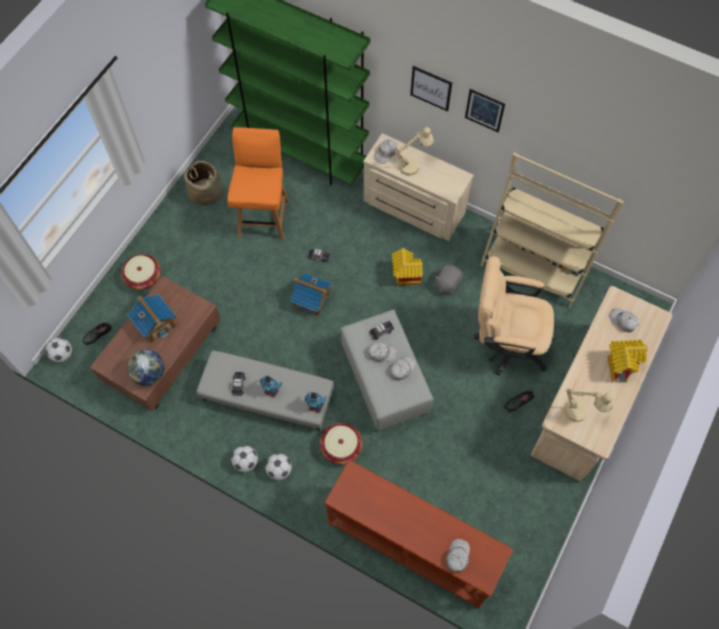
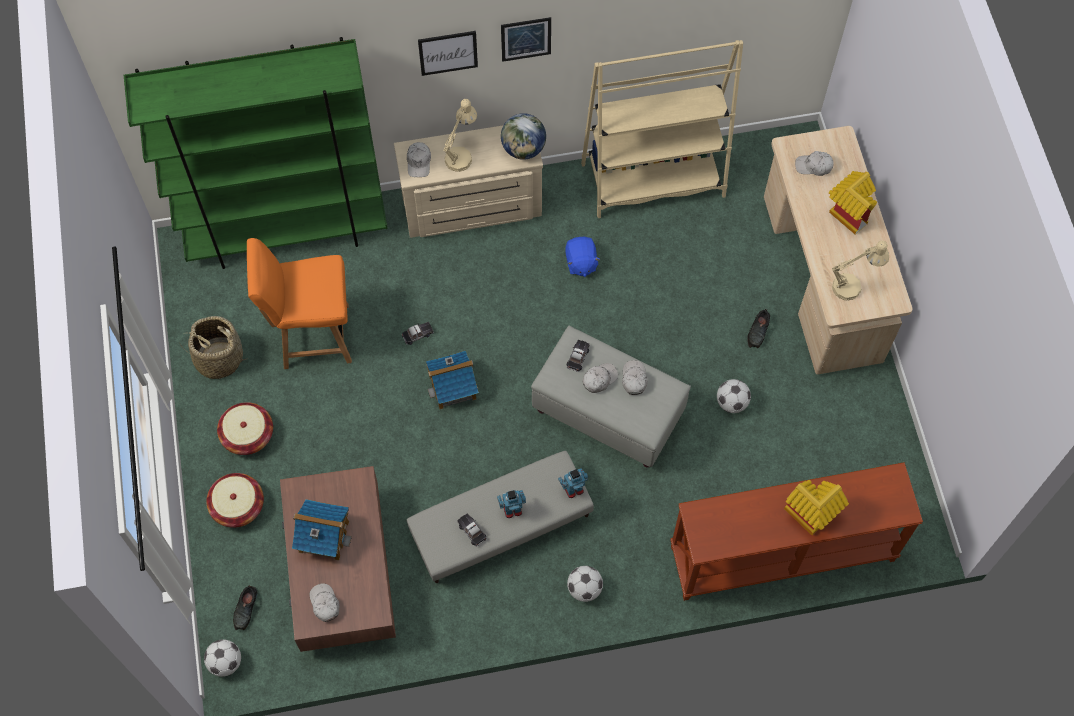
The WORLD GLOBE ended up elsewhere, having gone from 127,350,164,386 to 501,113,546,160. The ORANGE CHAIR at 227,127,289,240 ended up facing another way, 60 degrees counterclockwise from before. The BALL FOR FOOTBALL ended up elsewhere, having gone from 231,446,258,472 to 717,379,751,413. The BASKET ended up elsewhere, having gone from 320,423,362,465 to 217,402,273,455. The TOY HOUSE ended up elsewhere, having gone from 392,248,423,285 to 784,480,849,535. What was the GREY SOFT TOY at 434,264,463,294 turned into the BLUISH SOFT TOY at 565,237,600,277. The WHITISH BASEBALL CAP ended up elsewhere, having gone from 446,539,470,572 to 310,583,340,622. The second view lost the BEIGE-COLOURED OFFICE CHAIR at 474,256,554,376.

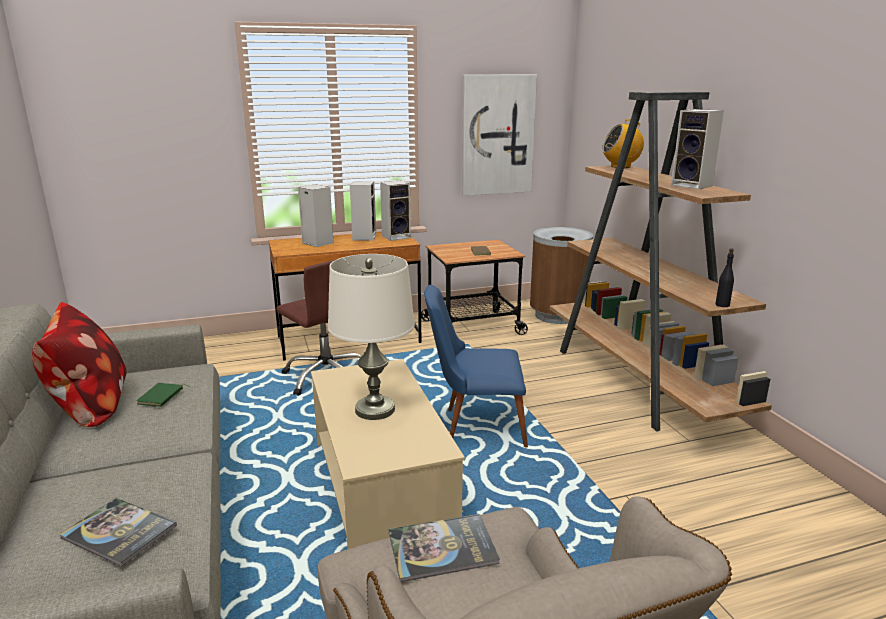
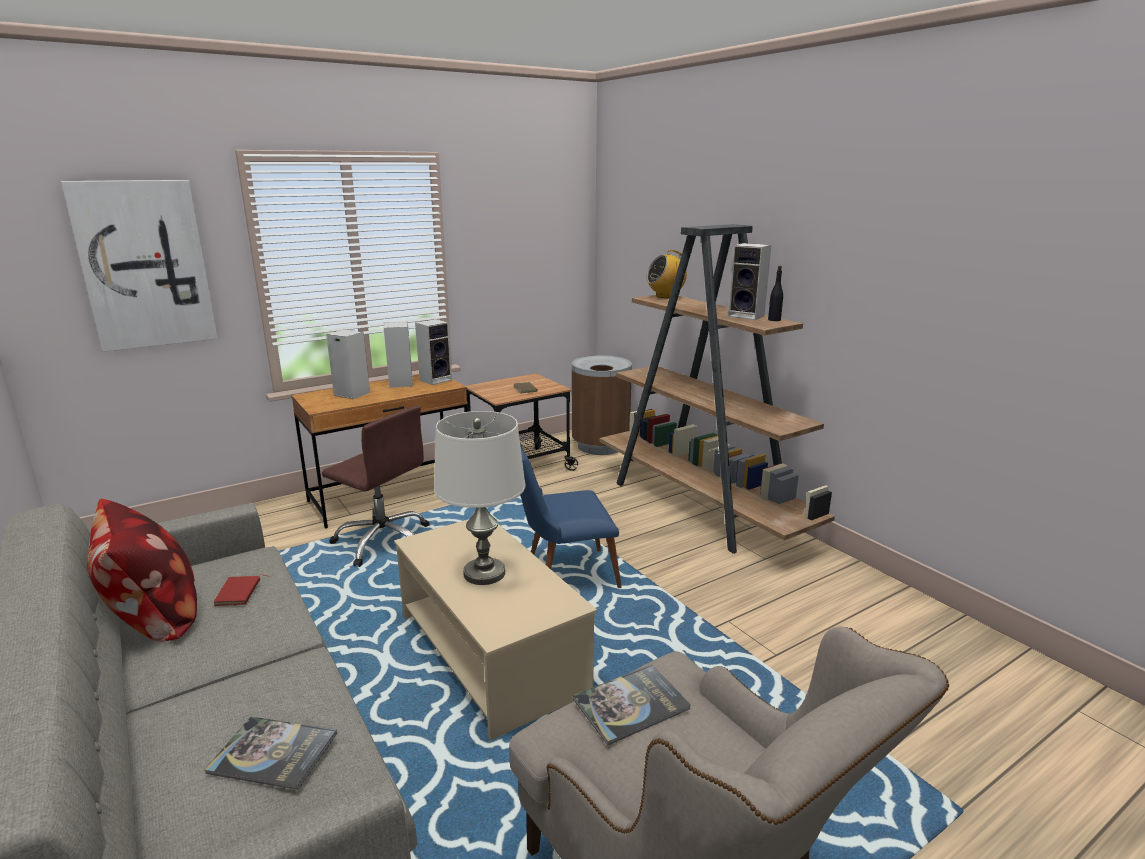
What was the GREENISH VOLUME at 137,383,190,407 turned into the RED VOLUME at 214,574,270,606. The WALL ART ended up elsewhere, having gone from 462,74,537,196 to 61,180,218,352. The BLACKISH BEVERAGE BOTTLE ended up elsewhere, having gone from 715,249,734,307 to 768,266,783,321.

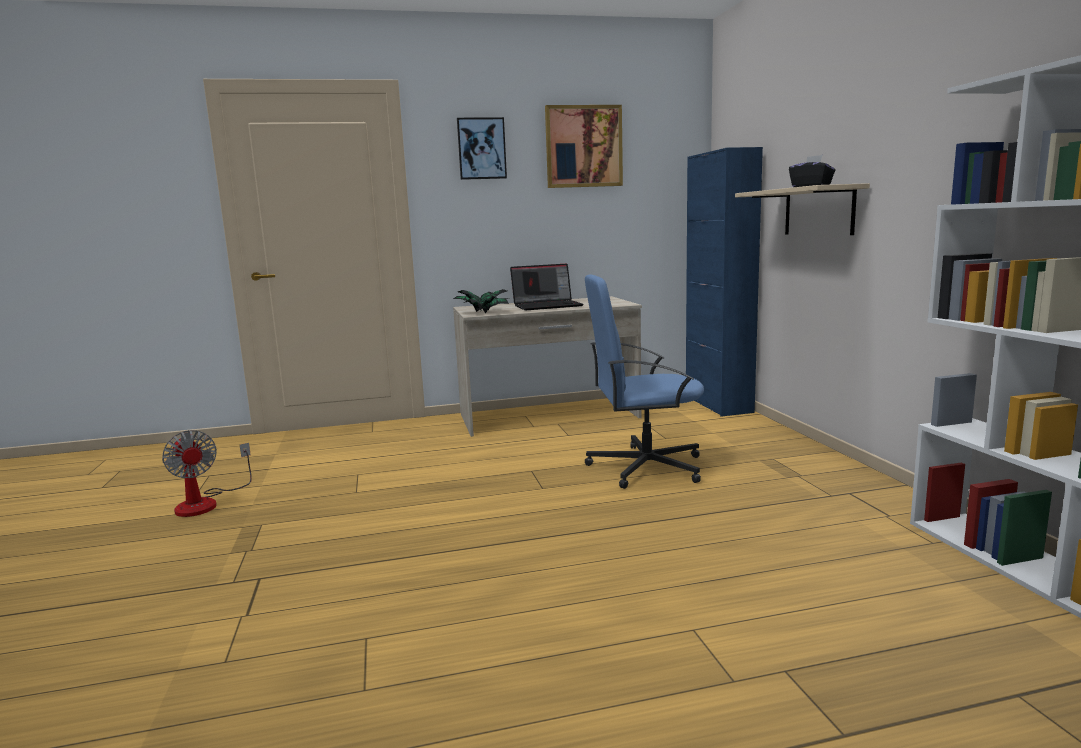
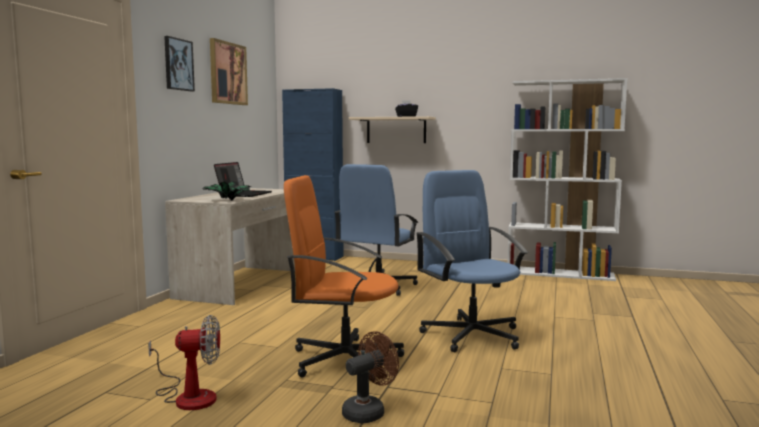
The second view gained the ORANGE OFFICE CHAIR at 284,175,404,381. The second view gained the BROWN FAN at 342,331,399,423. The second view gained the BLUISH OFFICE CHAIR at 416,170,528,352.

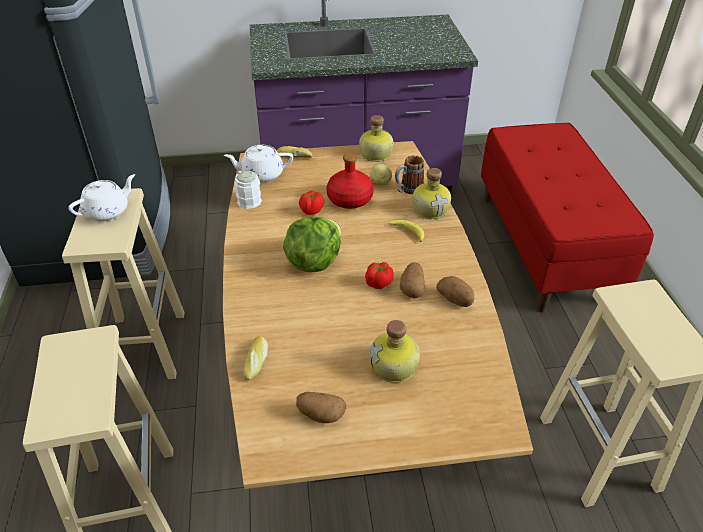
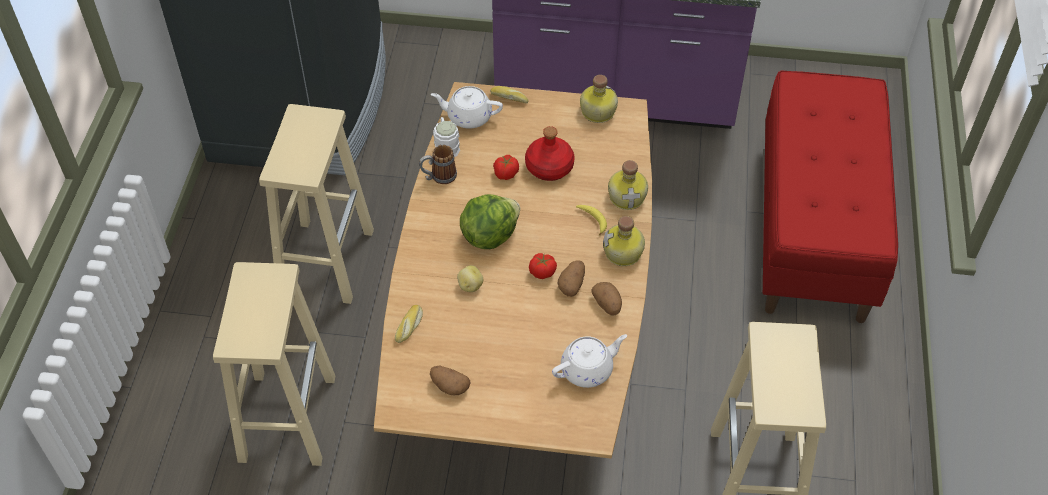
The WHITISH TEAPOT ended up elsewhere, having gone from 68,174,135,221 to 552,334,627,388. The SPUD ended up elsewhere, having gone from 370,164,392,185 to 457,265,483,292. The BEVERAGE BOTTLE ended up elsewhere, having gone from 370,320,420,383 to 603,216,645,266. The TEA MUG ended up elsewhere, having gone from 395,155,424,194 to 419,145,457,184.

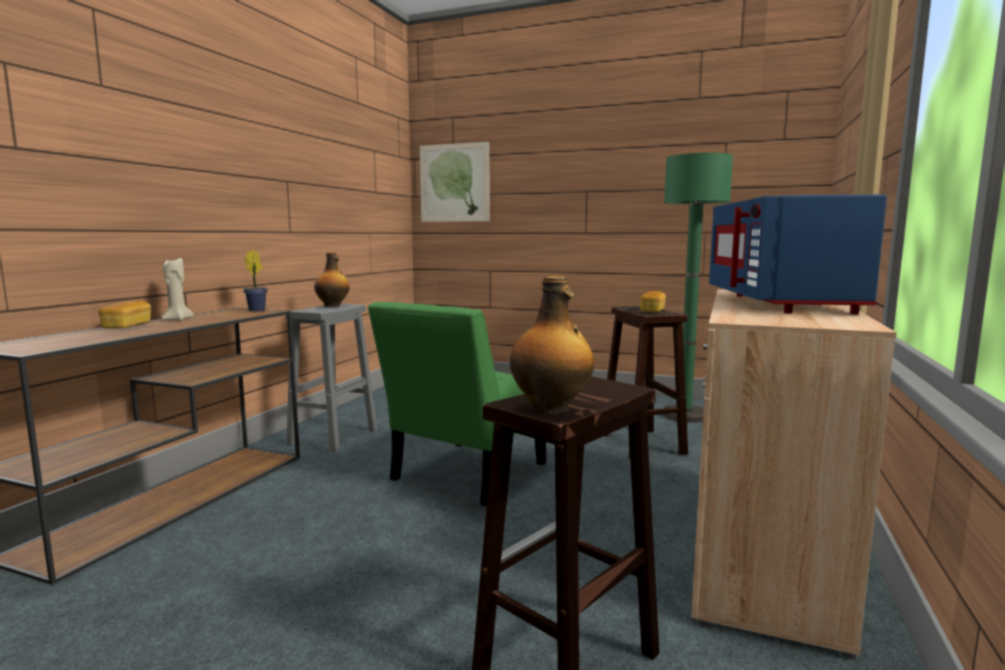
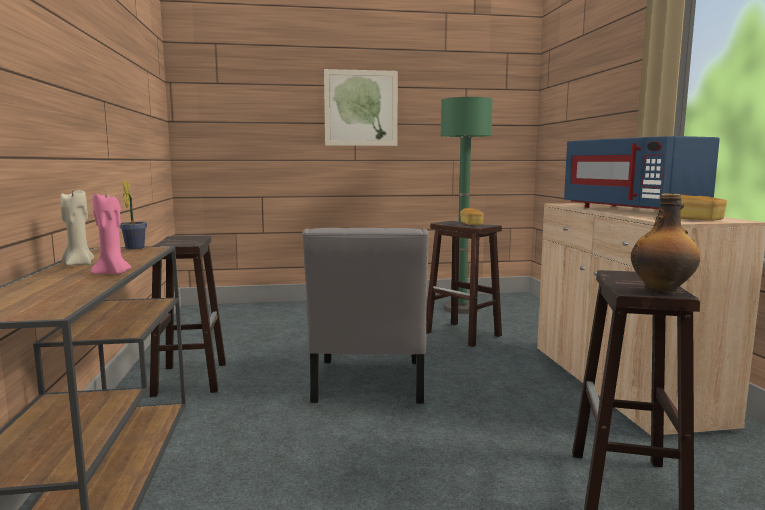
The BAKERY BREAD ended up elsewhere, having gone from 98,300,151,328 to 680,195,727,221. What was the GREY STOOL at 285,304,377,453 turned into the BROWN STOOL at 150,235,226,397. The second view lost the BEVERAGE BOTTLE at 314,252,350,307. What was the GREENISH CHAIR at 368,302,546,506 turned into the GREY CHAIR at 302,228,429,404. The WALL ART ended up elsewhere, having gone from 420,142,490,222 to 324,69,398,146. The second view gained the PINK-COLOURED CANDLE at 90,193,131,274.

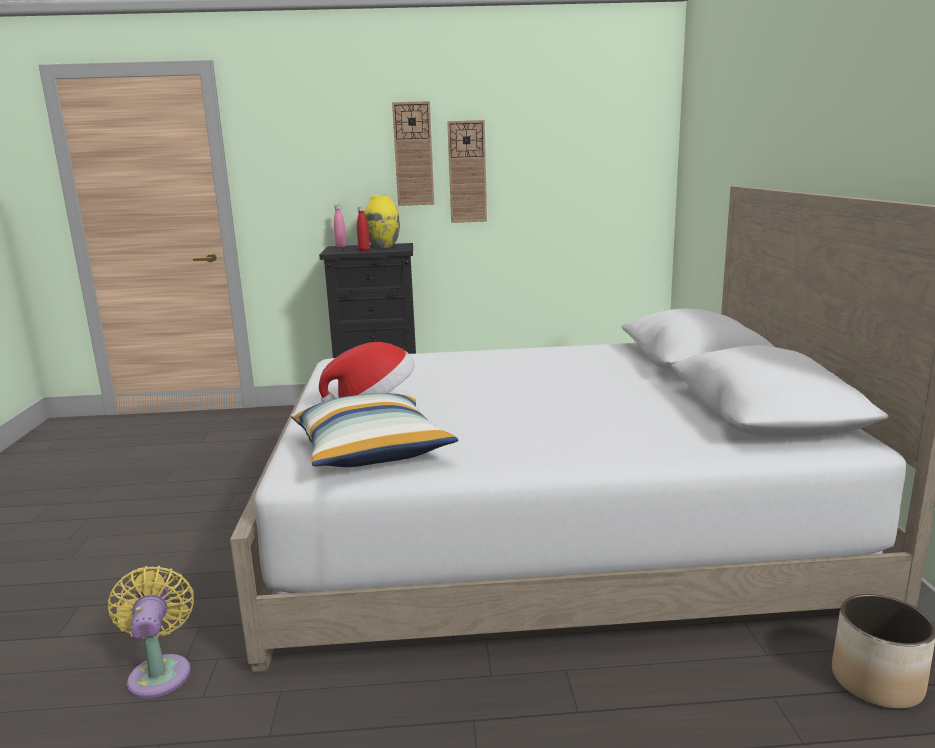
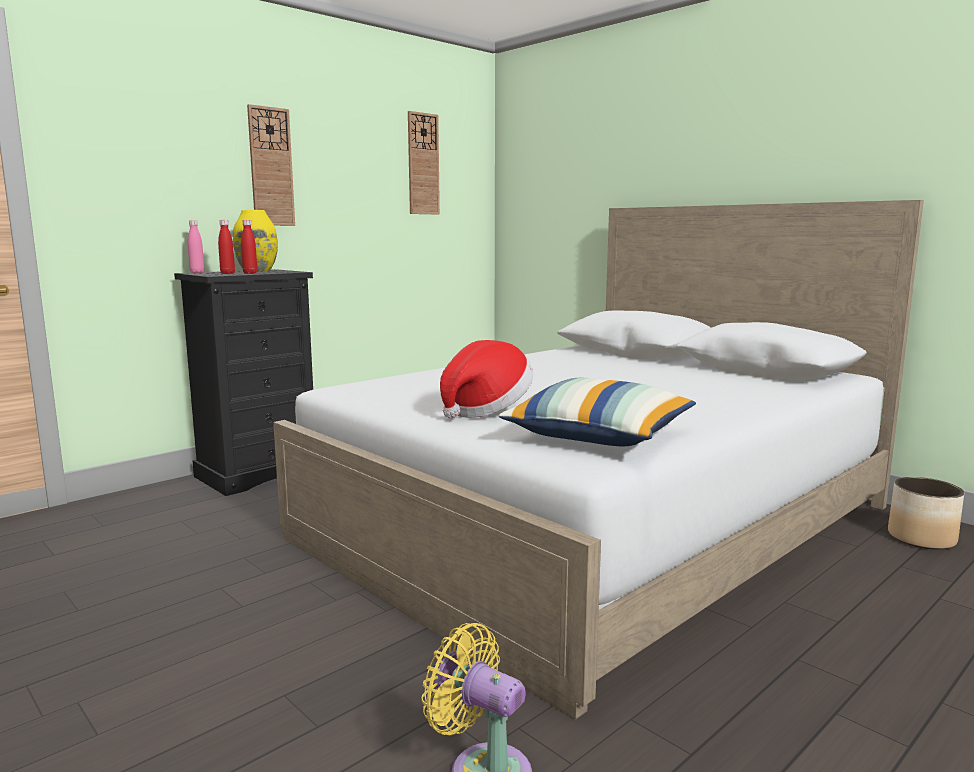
The WALL CLOCK ended up elsewhere, having gone from 447,120,487,223 to 408,111,440,214. The second view gained the RED BEVERAGE BOTTLE at 218,220,235,274.

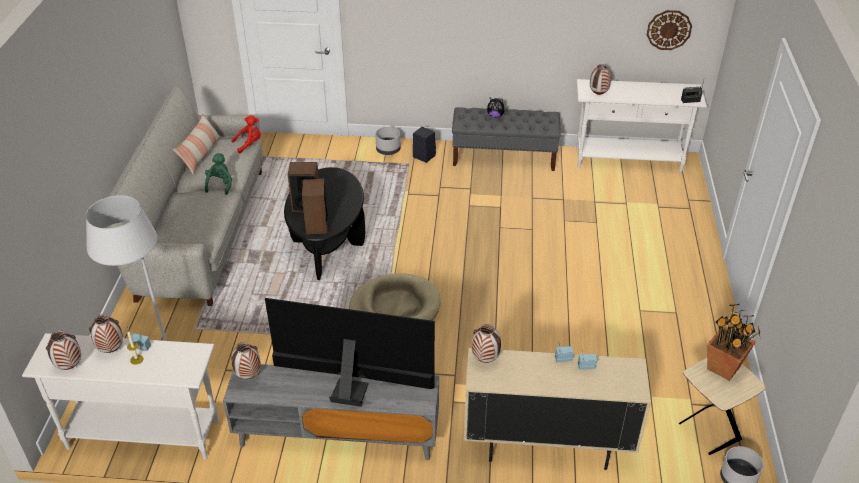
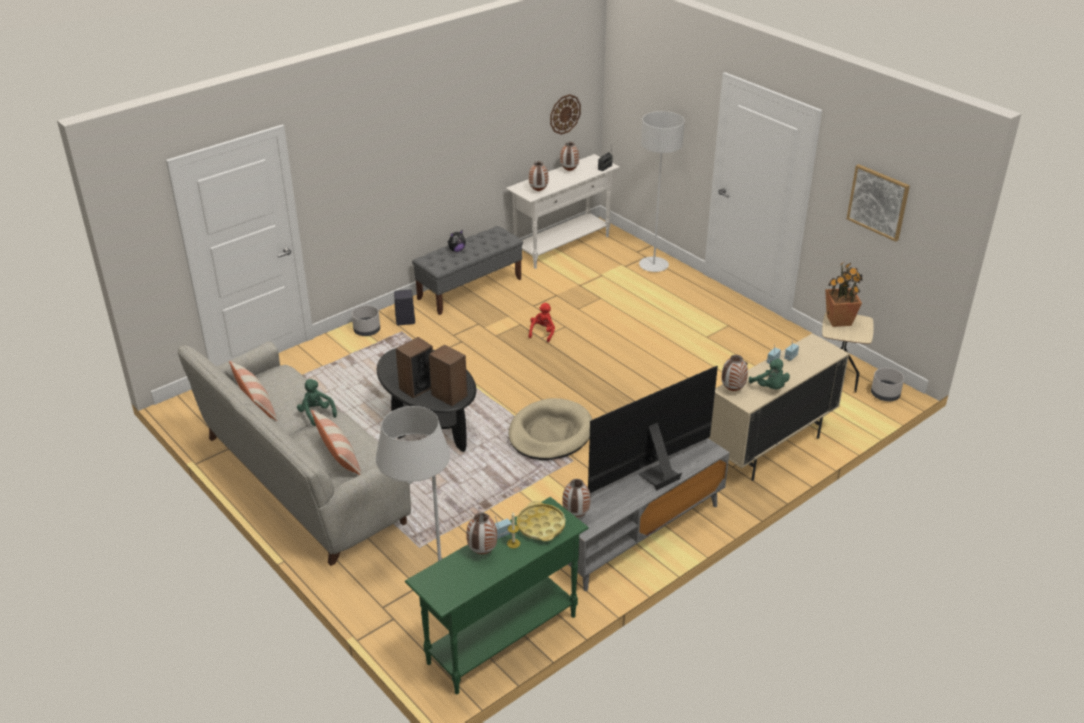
What was the WHITISH NARROW TABLE at 22,333,219,460 turned into the GREENISH NARROW TABLE at 405,497,589,694. The VASE ended up elsewhere, having gone from 46,330,81,370 to 560,142,579,171. The RED SOFT TOY ended up elsewhere, having gone from 232,115,261,153 to 529,303,555,342. The second view gained the THROW PILLOW at 311,410,362,475. The second view gained the YELLOW SERVING TRAY at 516,501,565,541. The second view gained the GREY FLOOR LAMP at 639,111,685,272. The second view gained the GREENISH SOFT TOY at 749,358,790,389. The second view gained the WALL ART at 847,164,910,242.

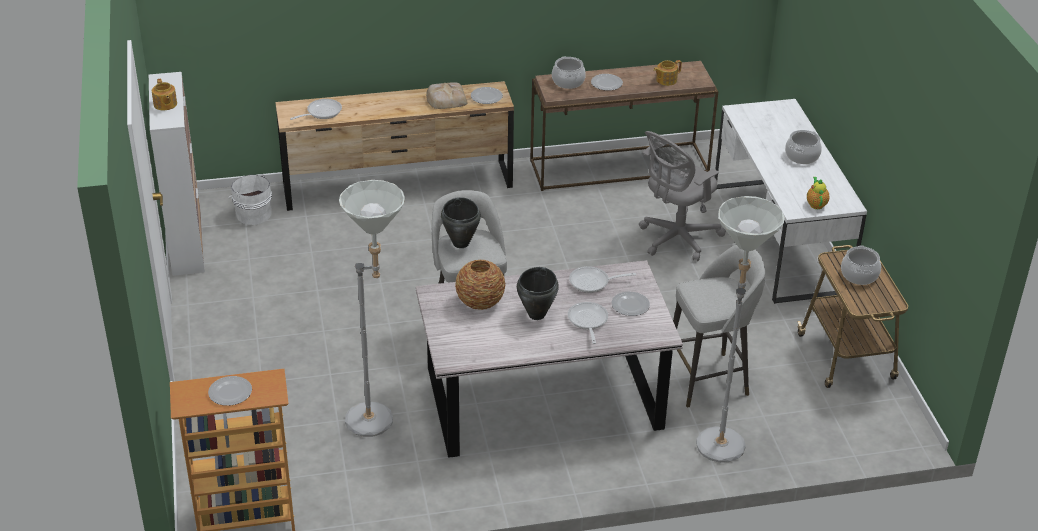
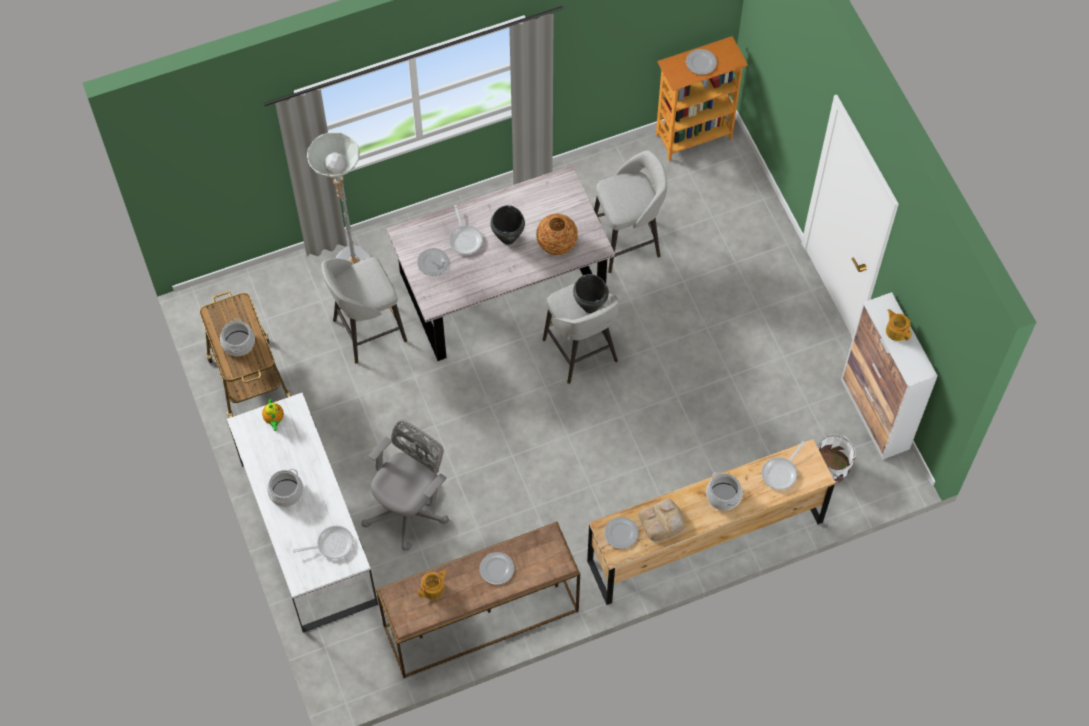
Where the GREY FLOOR LAMP stood at 339,180,405,437, the GREY STOOL came to stand at 594,151,667,273. The COOKING POT ended up elsewhere, having gone from 552,57,586,89 to 706,472,742,511. The PAN ended up elsewhere, having gone from 569,266,636,293 to 293,525,354,559.

